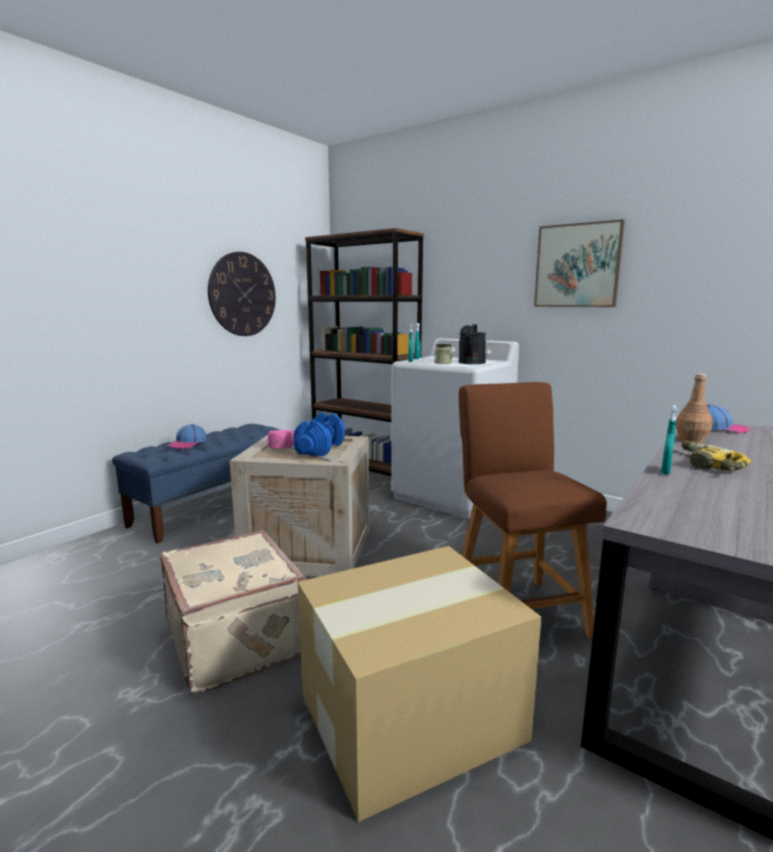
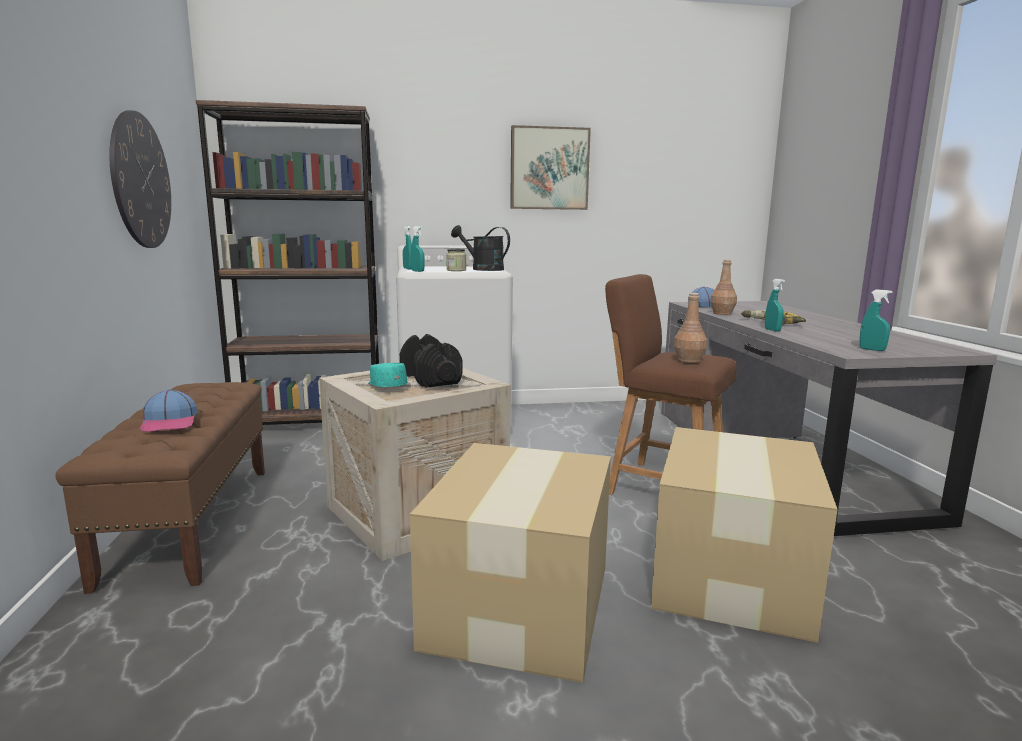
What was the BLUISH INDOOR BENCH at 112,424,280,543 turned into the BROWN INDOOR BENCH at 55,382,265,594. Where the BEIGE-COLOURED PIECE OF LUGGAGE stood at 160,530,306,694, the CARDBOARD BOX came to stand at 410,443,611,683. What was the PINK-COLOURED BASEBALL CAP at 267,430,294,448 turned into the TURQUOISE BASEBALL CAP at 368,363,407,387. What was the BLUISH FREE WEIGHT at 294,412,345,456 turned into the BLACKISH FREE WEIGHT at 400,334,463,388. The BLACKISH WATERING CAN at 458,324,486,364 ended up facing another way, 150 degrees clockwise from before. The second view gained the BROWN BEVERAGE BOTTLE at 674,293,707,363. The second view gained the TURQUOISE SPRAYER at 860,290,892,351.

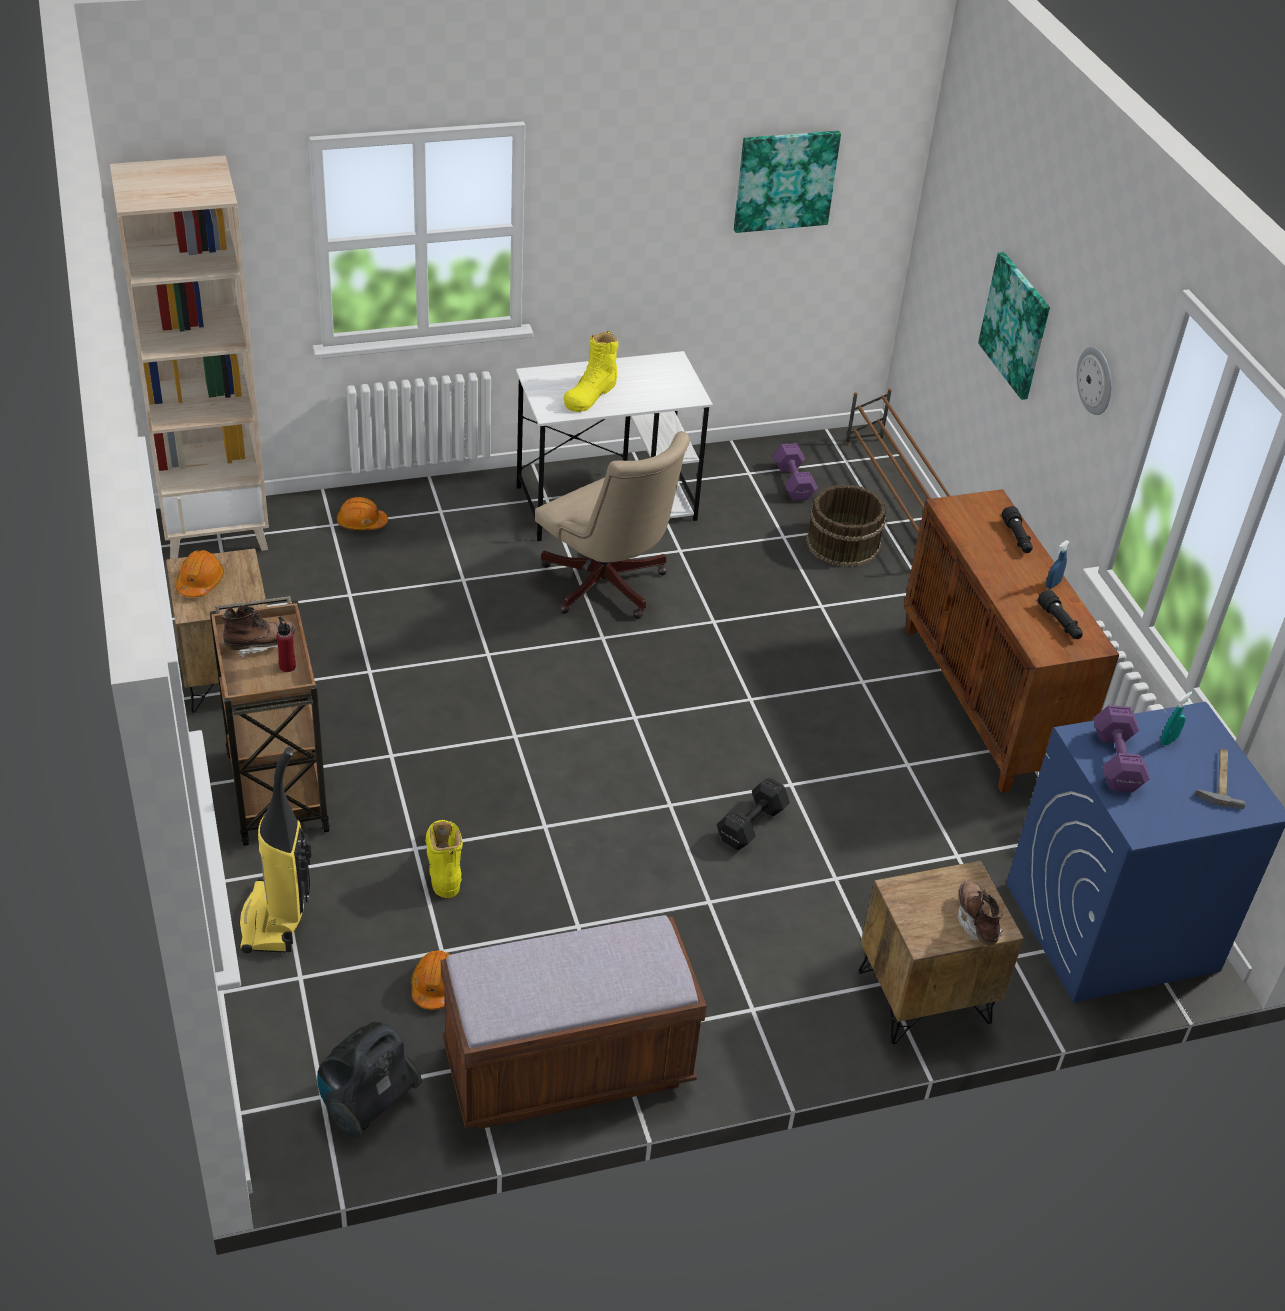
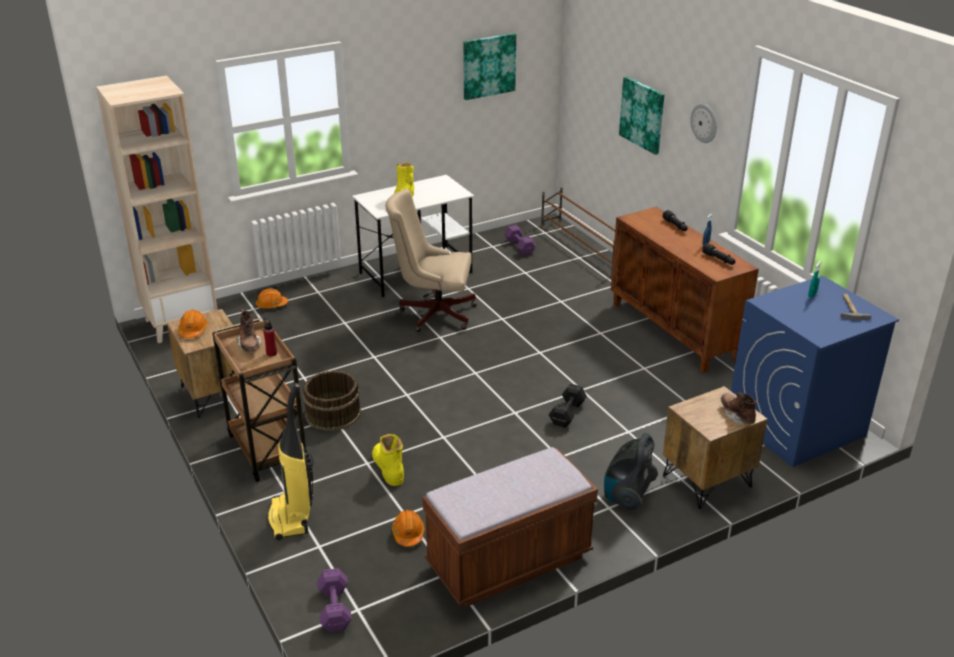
The BROWN TALL BOOT at 221,605,295,658 ended up facing another way, 105 degrees clockwise from before. The VACUUM CLEANER ended up elsewhere, having gone from 317,1022,422,1139 to 604,433,658,511. The BEIGE-COLOURED OFFICE CHAIR at 535,431,690,619 ended up facing another way, 150 degrees clockwise from before. The BROWN WATER BUCKET ended up elsewhere, having gone from 806,484,886,567 to 303,370,361,431. The PURPLE FREE WEIGHT ended up elsewhere, having gone from 1093,705,1149,792 to 317,568,352,632.

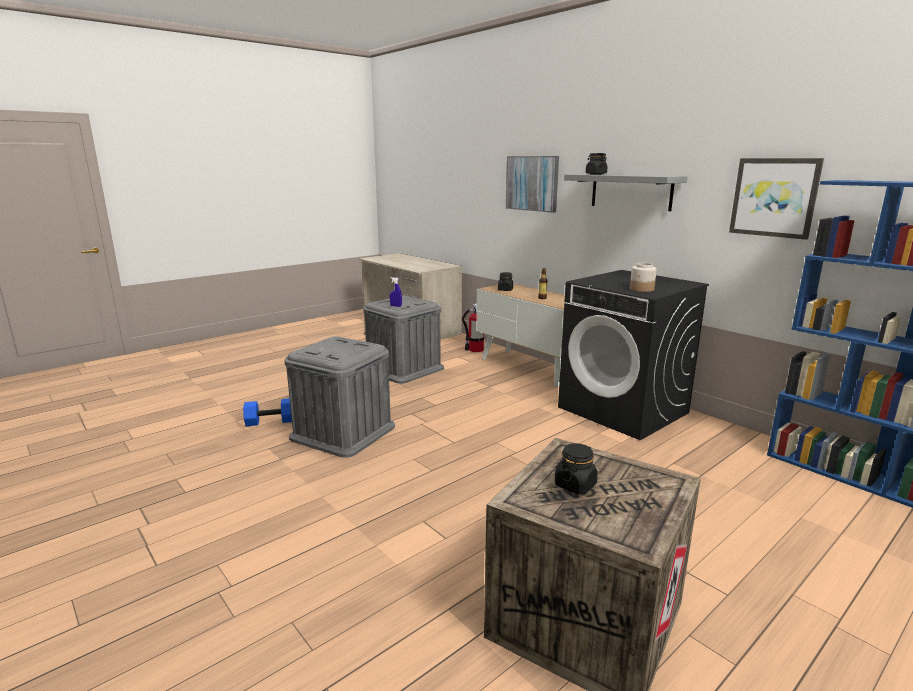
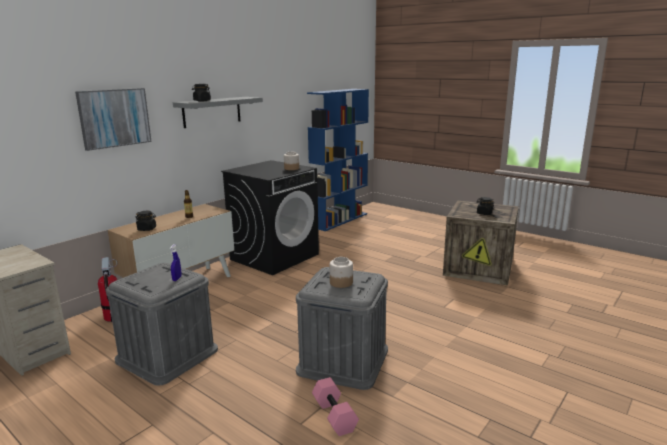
What was the BLUISH FREE WEIGHT at 243,398,292,426 turned into the PINK-COLOURED FREE WEIGHT at 312,377,359,436. The second view lost the WALL ART at 729,158,824,240. The second view gained the PRESERVE JAR at 330,257,353,288.

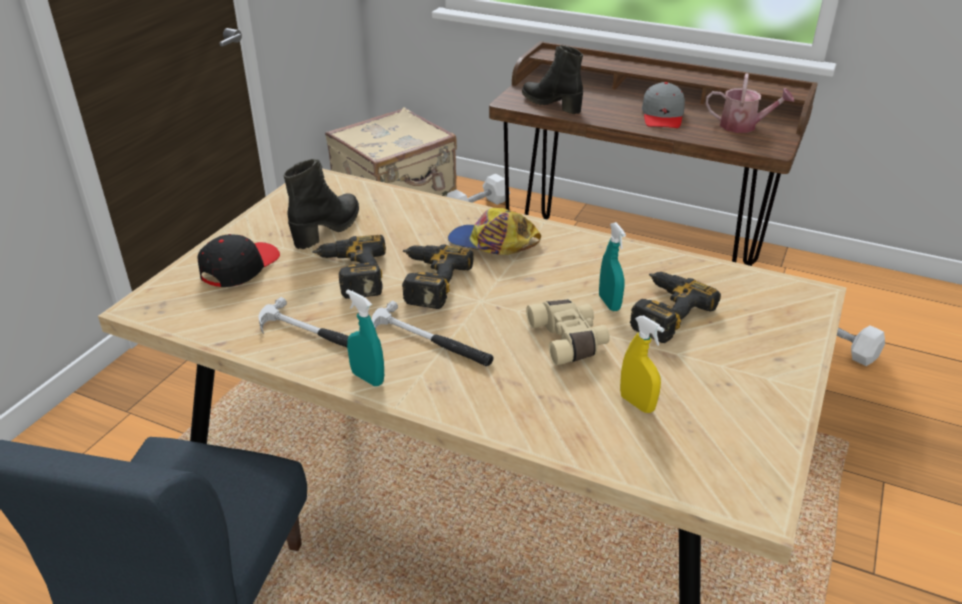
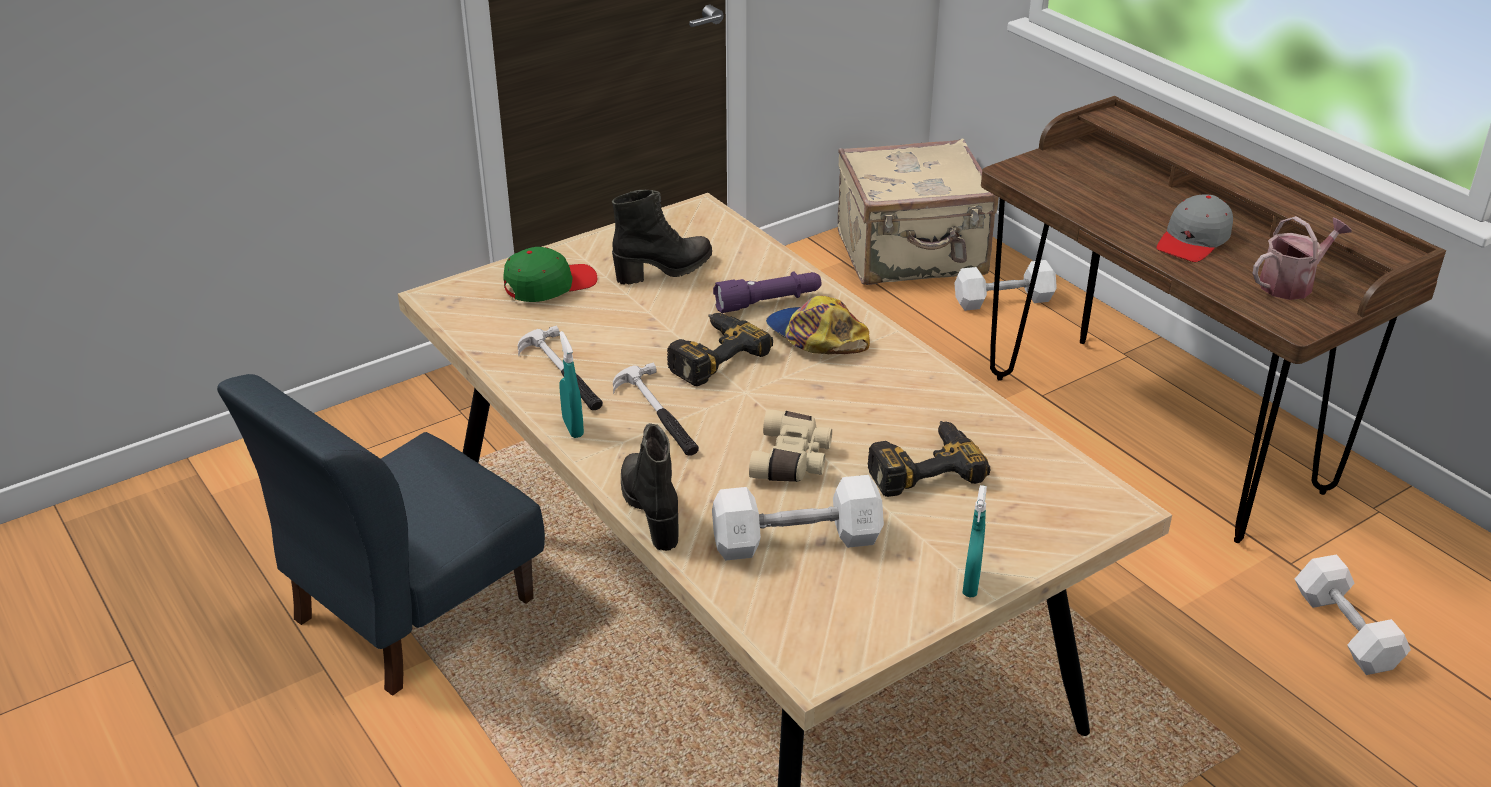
What was the BLACKISH BASEBALL CAP at 197,234,280,287 turned into the GREENISH BASEBALL CAP at 503,247,597,302. The second view lost the POWER DRILL at 313,235,386,299. The BLACKISH TALL BOOT ended up elsewhere, having gone from 522,45,583,114 to 621,423,679,551. The TURQUOISE SPRAYER ended up elsewhere, having gone from 599,222,626,311 to 962,485,987,597. Where the YELLOW SPRAYER stood at 620,316,664,413, the WHITISH FREE WEIGHT came to stand at 712,475,884,561. The WATERING CAN at 706,73,794,133 ended up facing another way, 75 degrees counterclockwise from before. The second view gained the PURPLE FLASHLIGHT at 713,271,821,313.

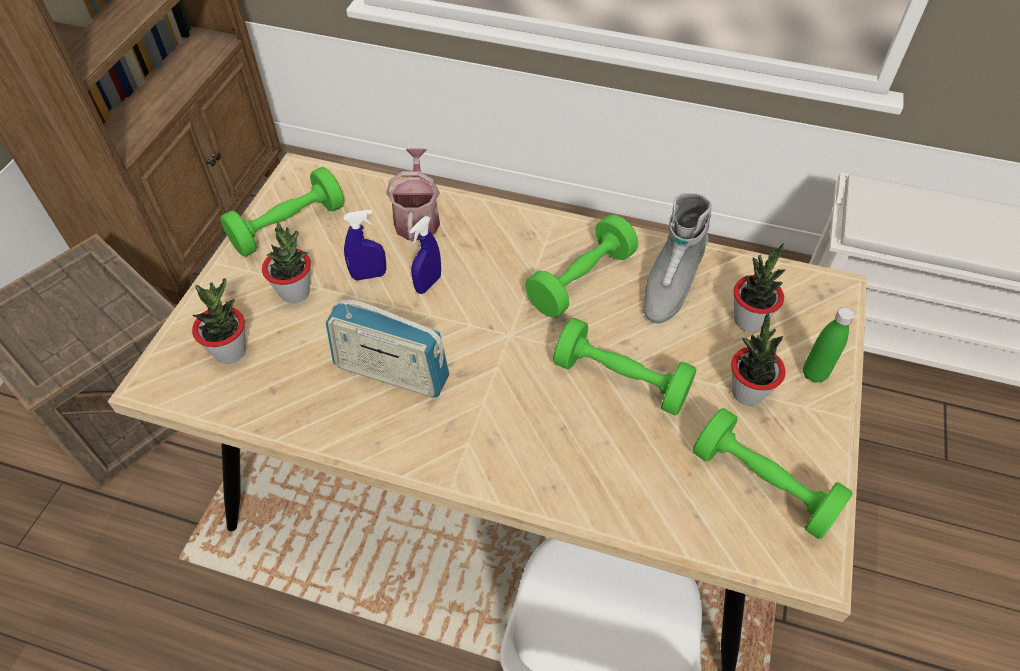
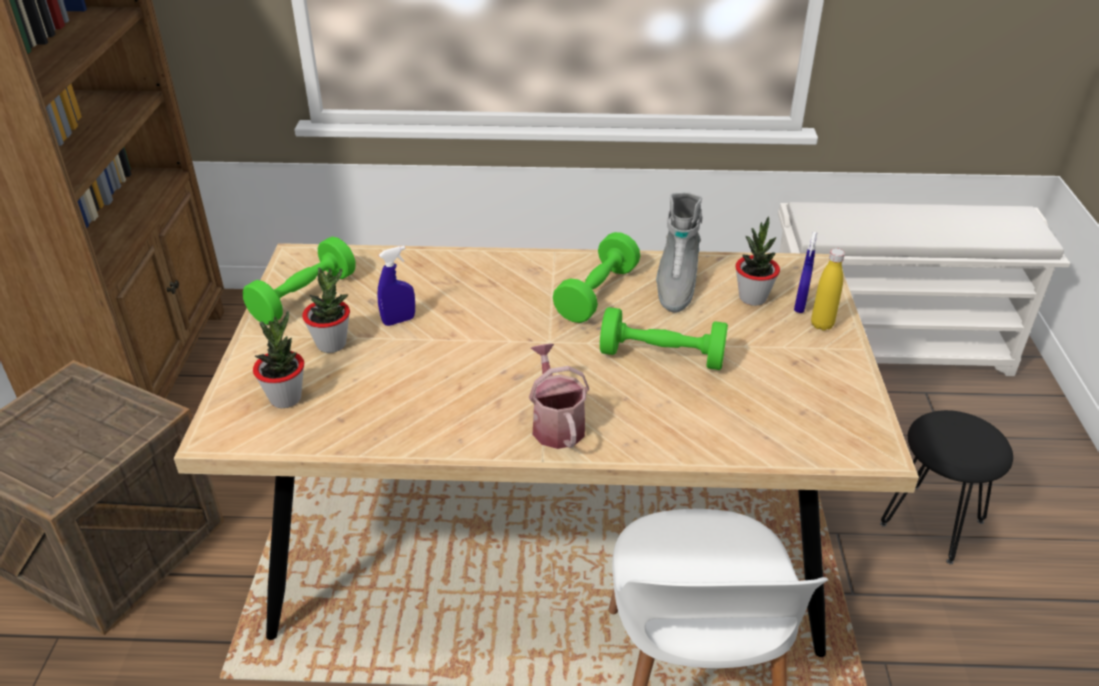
The second view lost the RADIO RECEIVER at 326,299,450,398. The WATERING CAN ended up elsewhere, having gone from 386,148,440,242 to 529,343,589,449. The BLUISH SPRAYER ended up elsewhere, having gone from 410,216,441,294 to 794,232,817,313. The second view lost the GREENISH FREE WEIGHT at 693,408,853,539. The second view lost the PLANT IN A POT at 731,312,786,406. What was the GREENISH BEVERAGE BOTTLE at 803,307,855,383 turned into the YELLOW BEVERAGE BOTTLE at 811,248,845,331. The second view gained the BLACKISH STOOL at 880,410,1013,564.

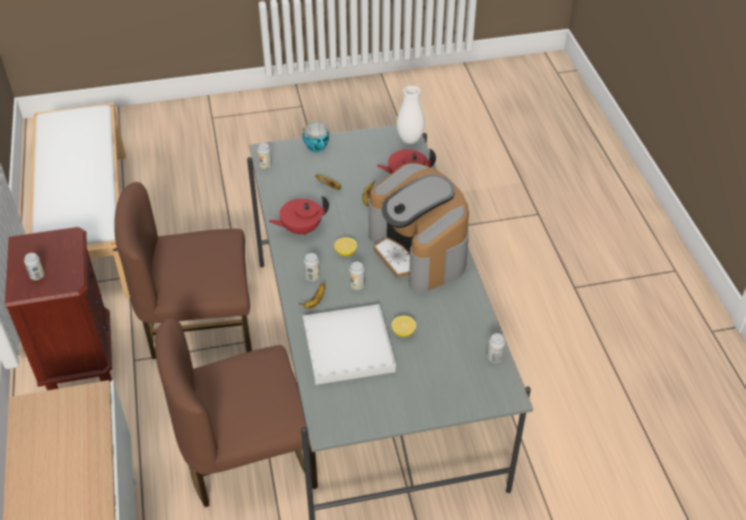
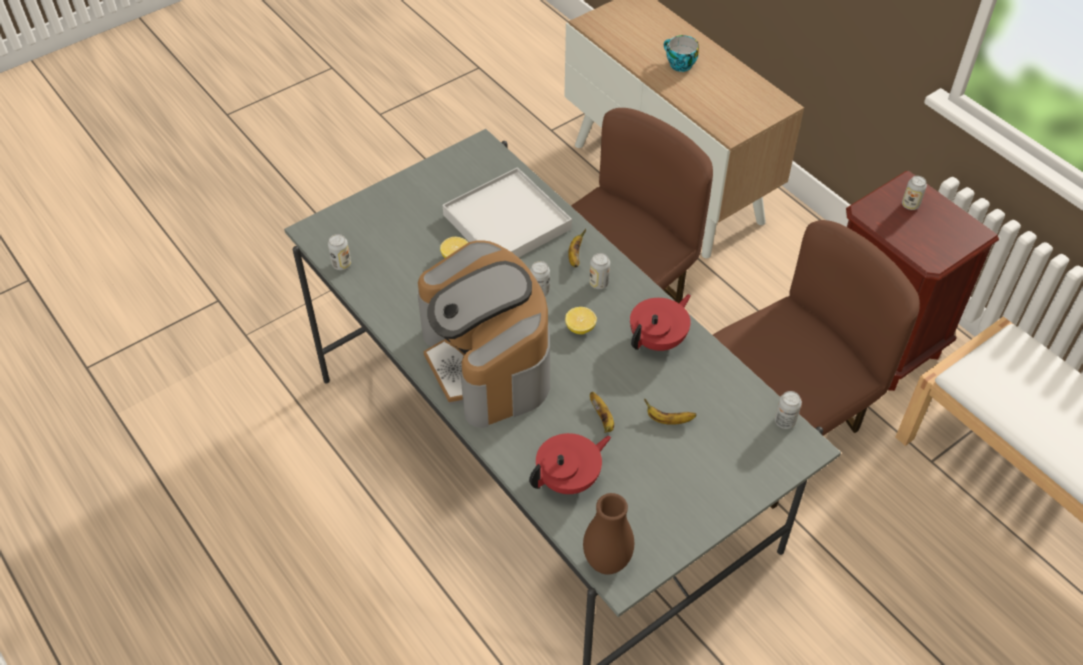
The SMALL CUP ended up elsewhere, having gone from 303,123,329,152 to 664,35,699,72. The COFFEE MACHINE at 369,163,469,293 ended up facing another way, 150 degrees counterclockwise from before. What was the WHITISH VASE at 396,86,425,144 turned into the BROWN VASE at 583,493,634,575.

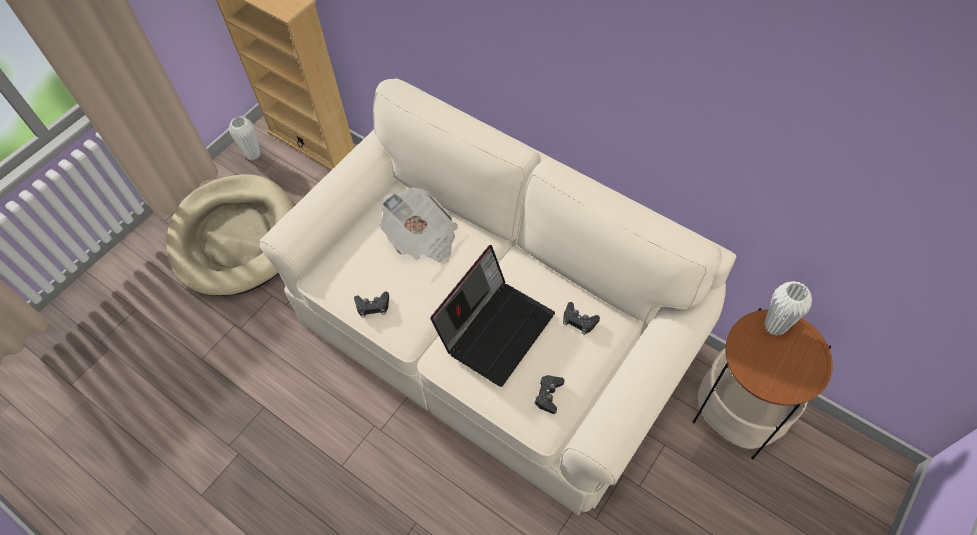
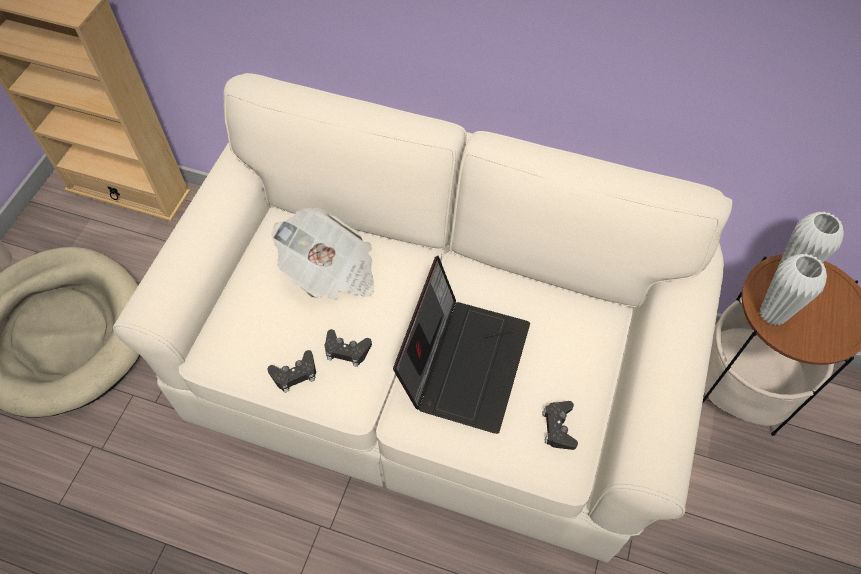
The WHITISH VASE ended up elsewhere, having gone from 229,116,261,160 to 760,254,827,325. The BLACKISH JOYPAD ended up elsewhere, having gone from 563,302,600,335 to 325,329,372,367.

